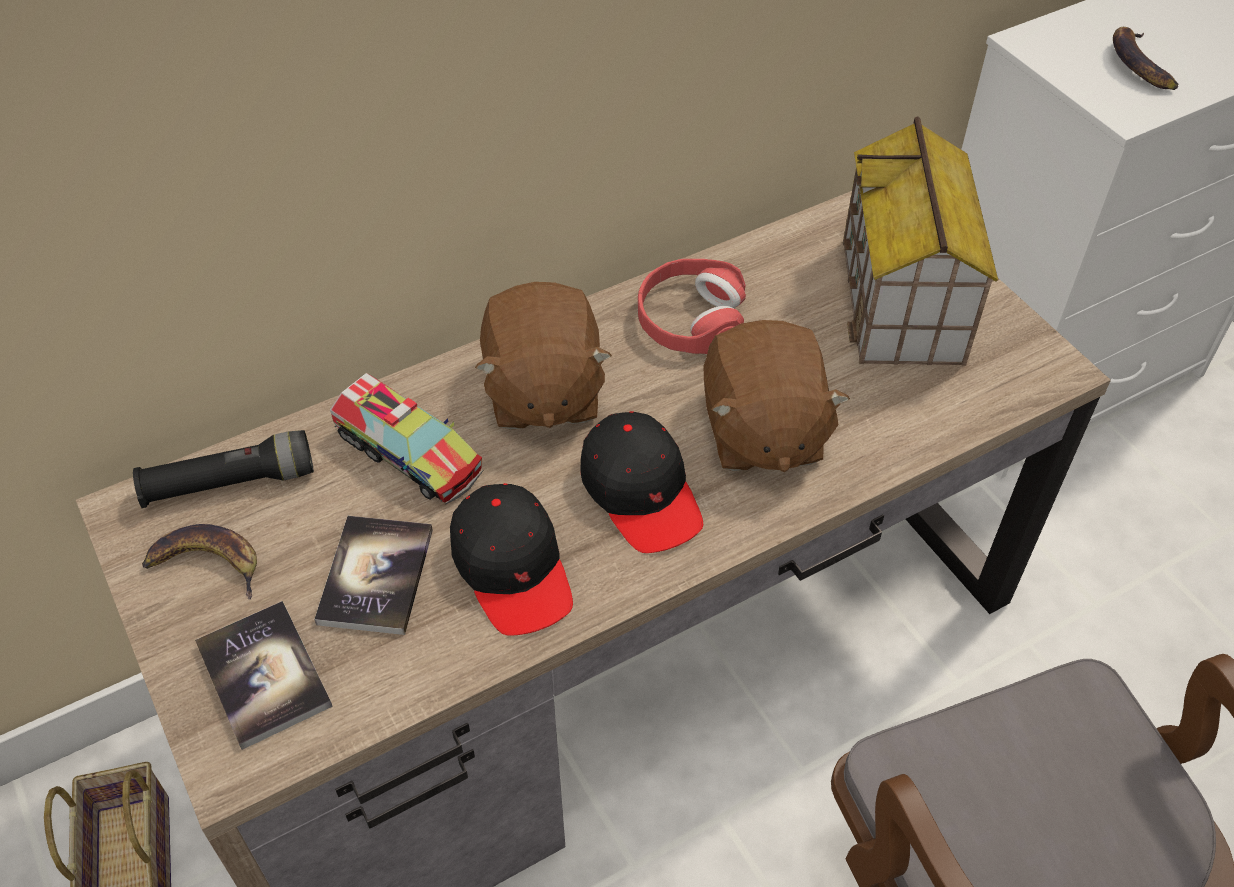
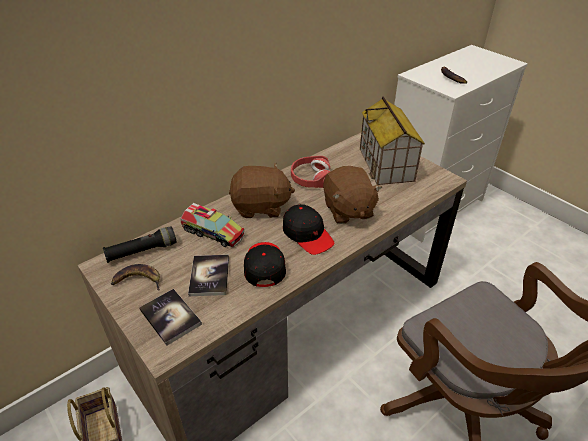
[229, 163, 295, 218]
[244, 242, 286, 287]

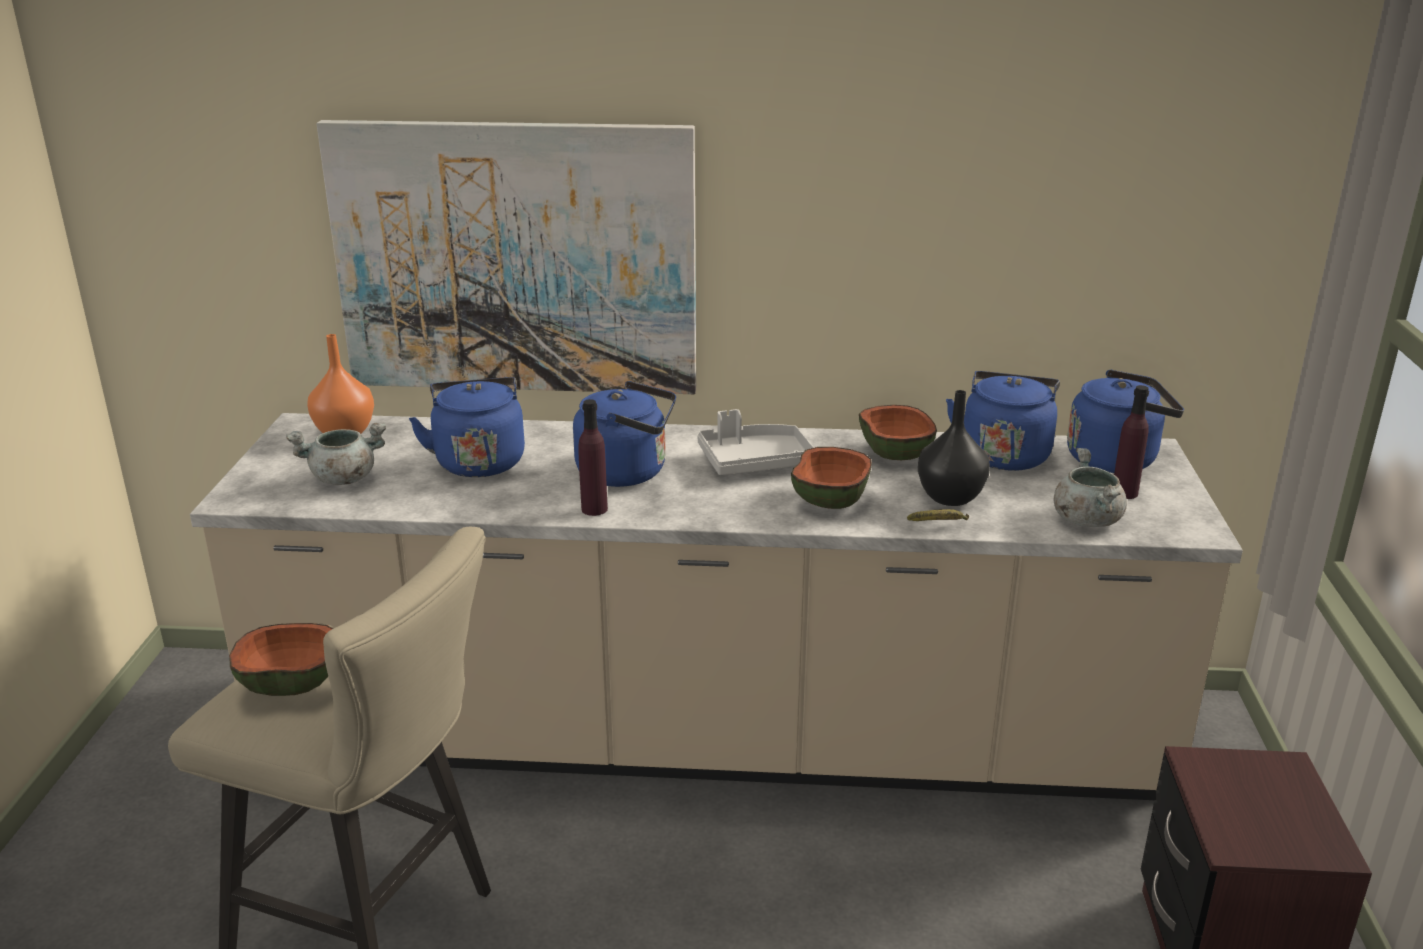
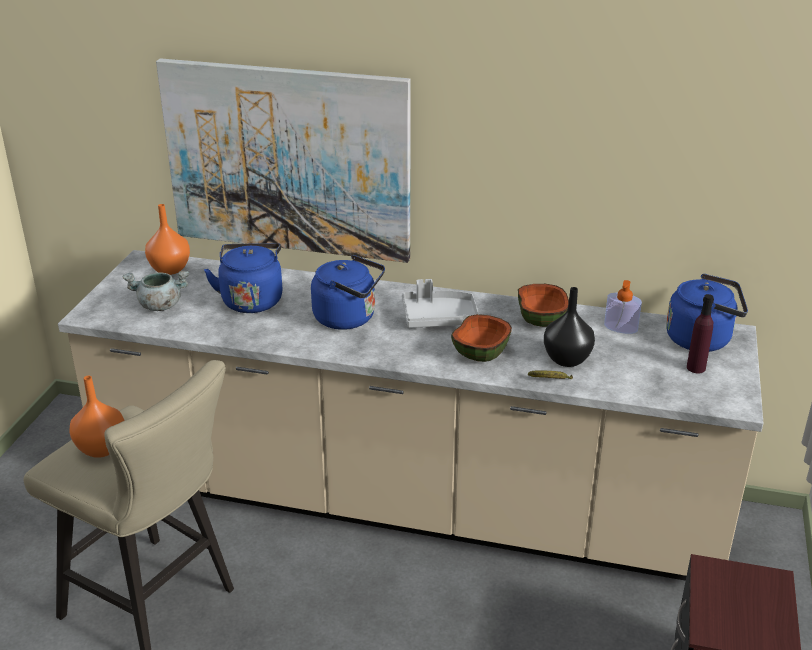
[70, 376, 125, 458]
[604, 280, 642, 334]
[578, 399, 608, 516] (first image)
[1054, 448, 1127, 527] (first image)

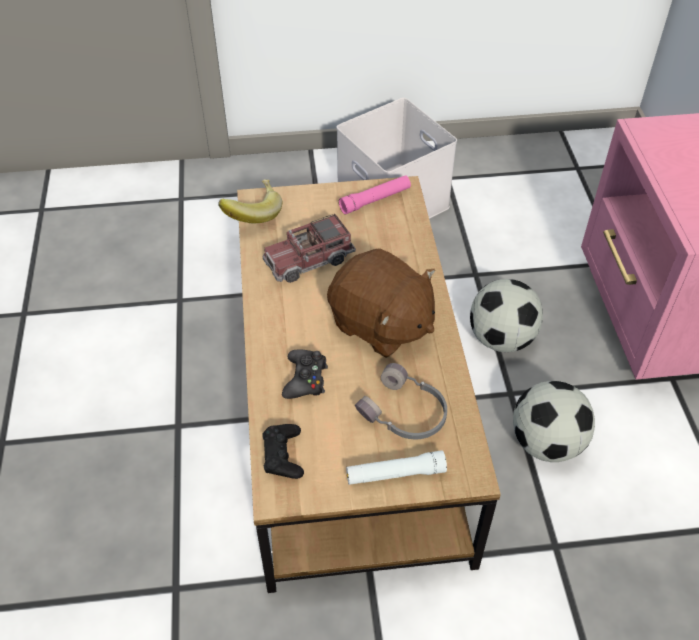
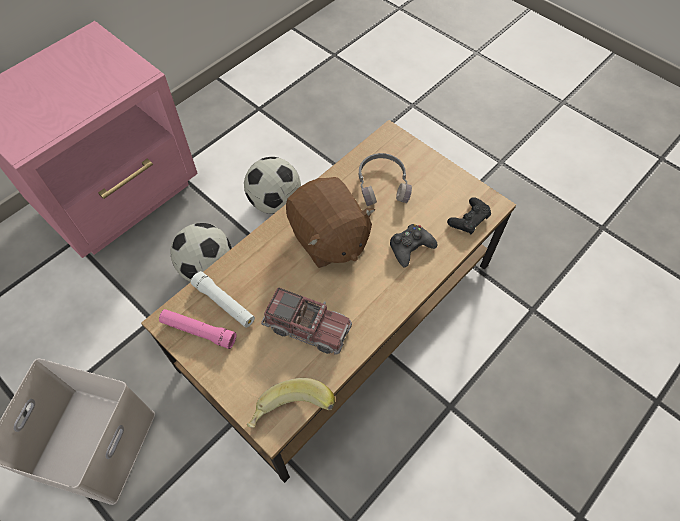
[191, 271, 255, 328]
[286, 177, 375, 268]

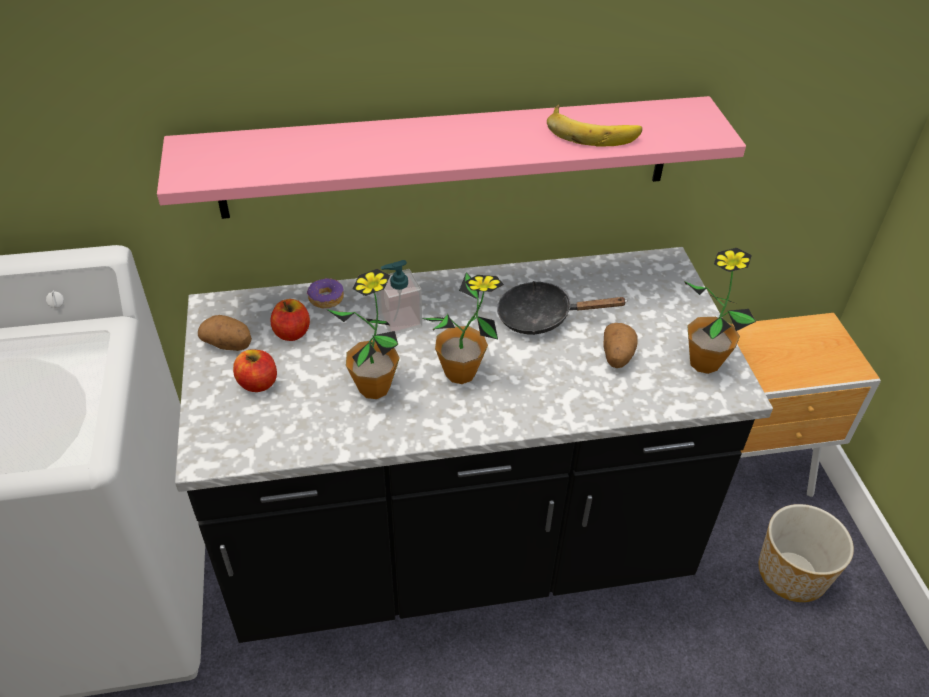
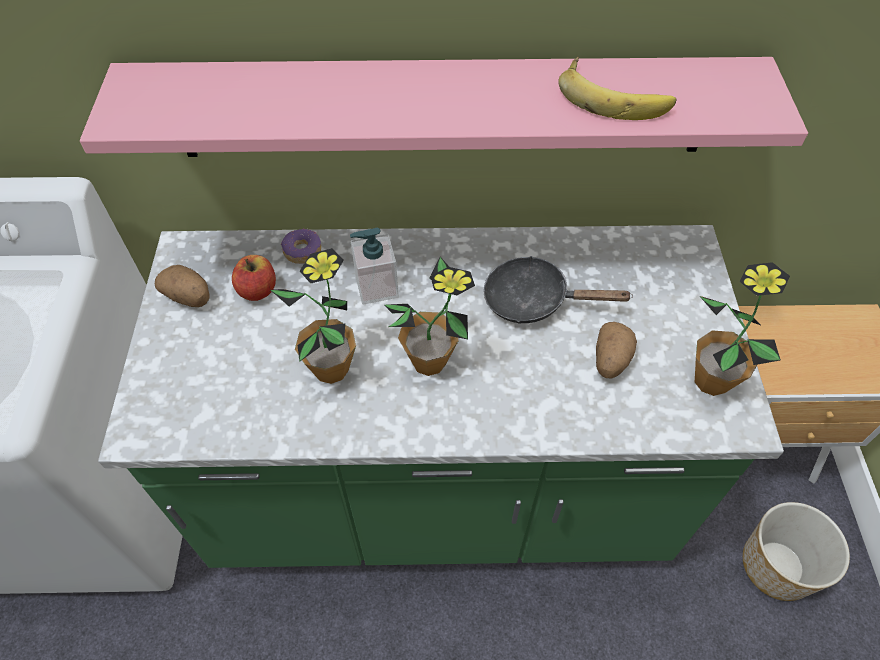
[98, 225, 784, 568]
[233, 349, 277, 392] (first image)

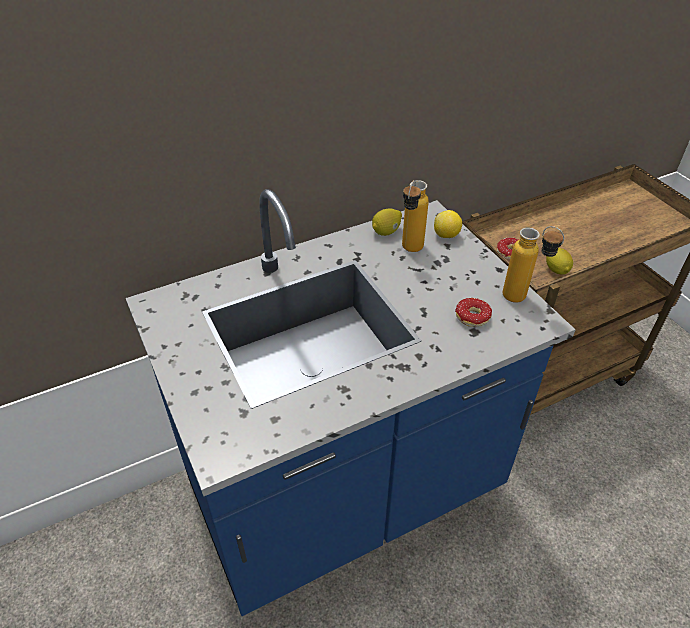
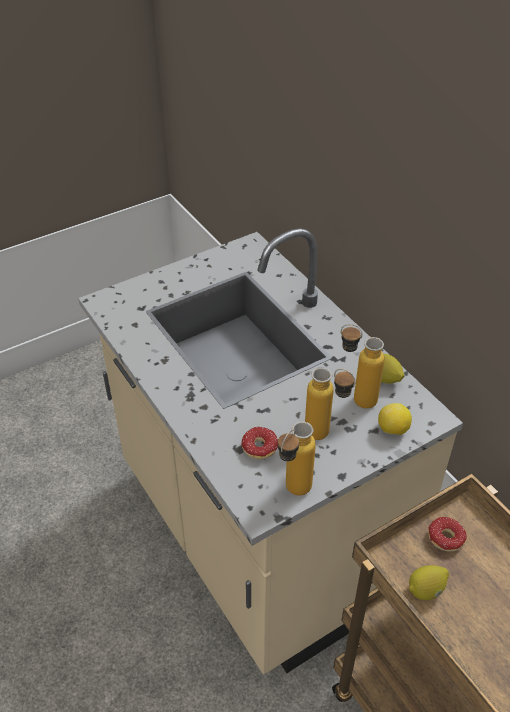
[78, 228, 463, 674]
[305, 368, 356, 440]

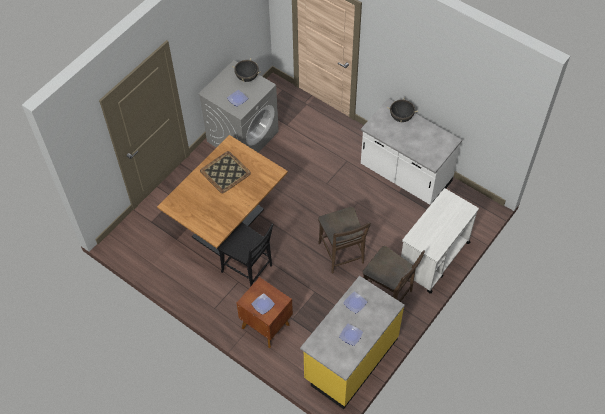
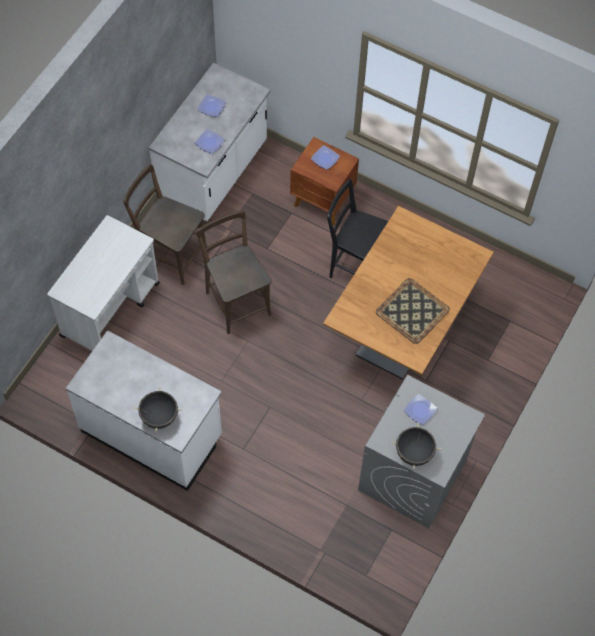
[149, 63, 271, 221]

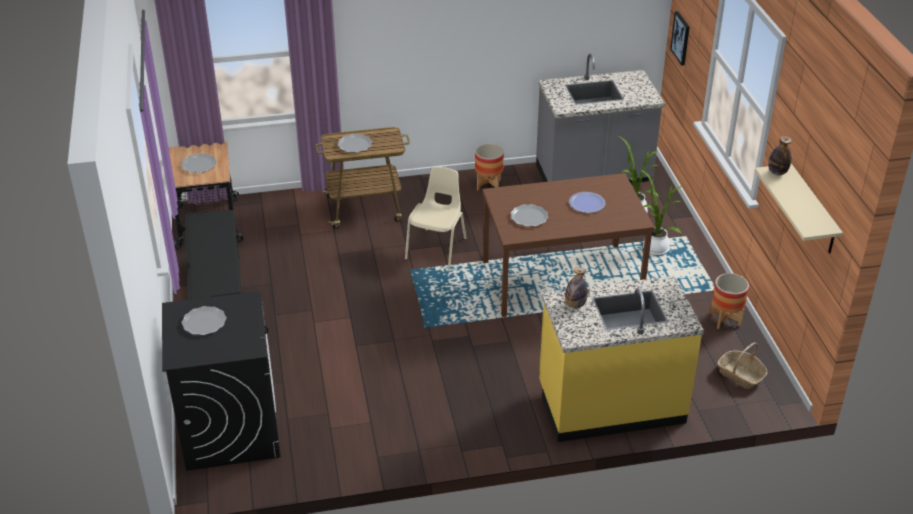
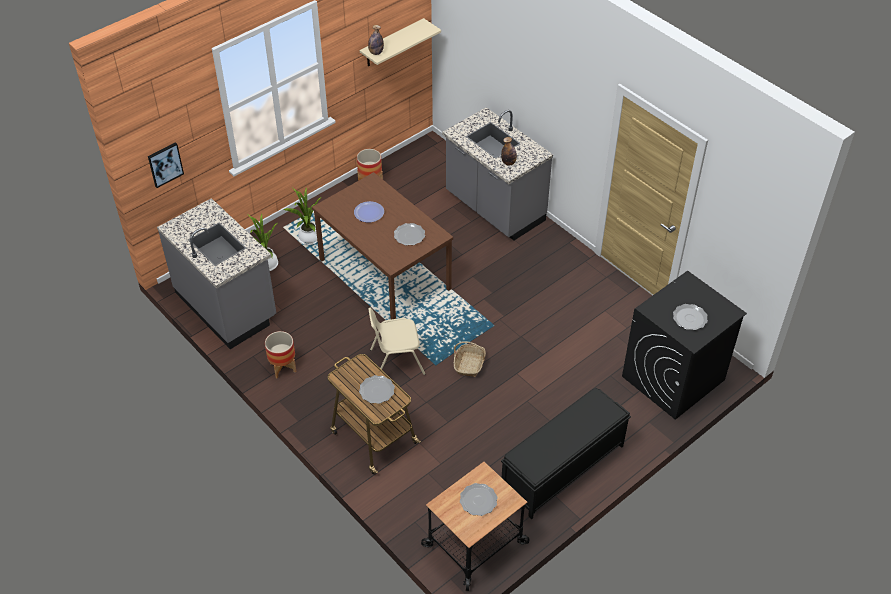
[442, 107, 553, 240]
[454, 341, 486, 377]

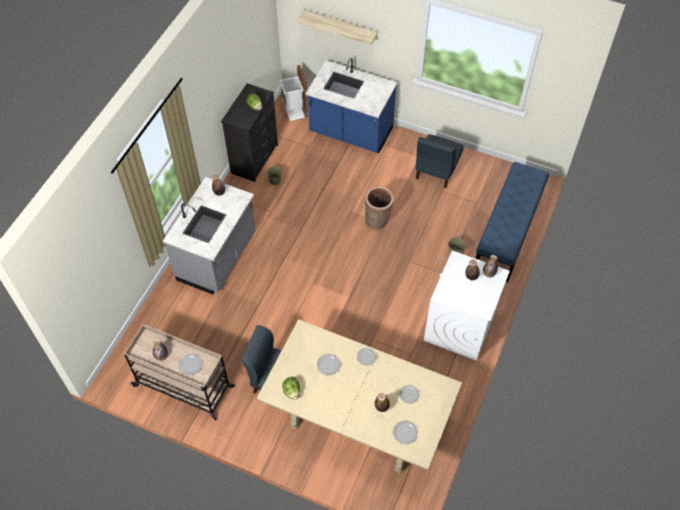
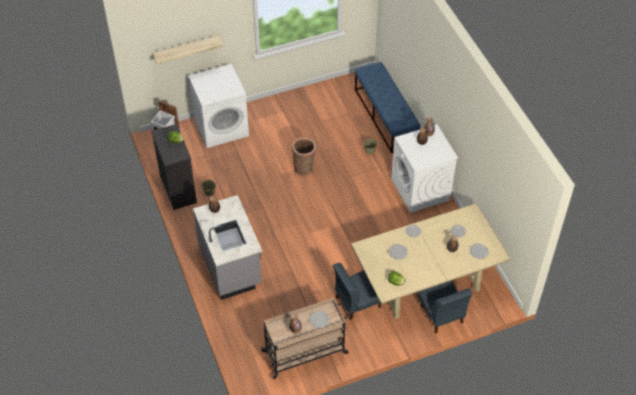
[188, 64, 249, 148]
[418, 281, 472, 334]

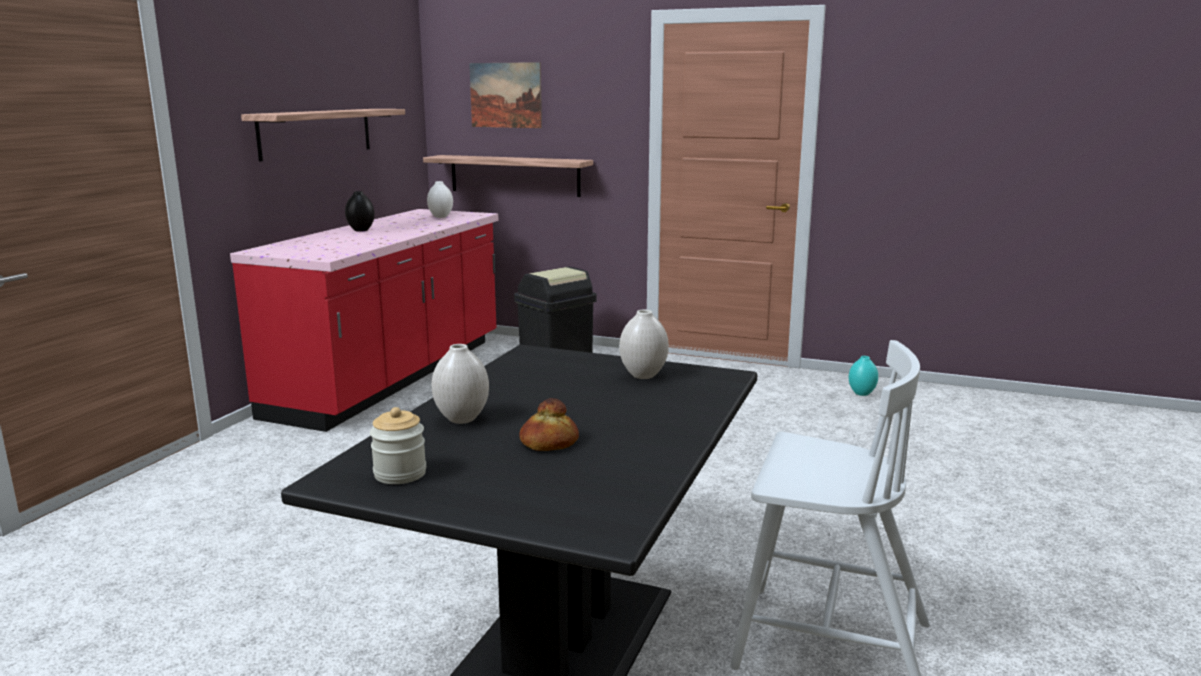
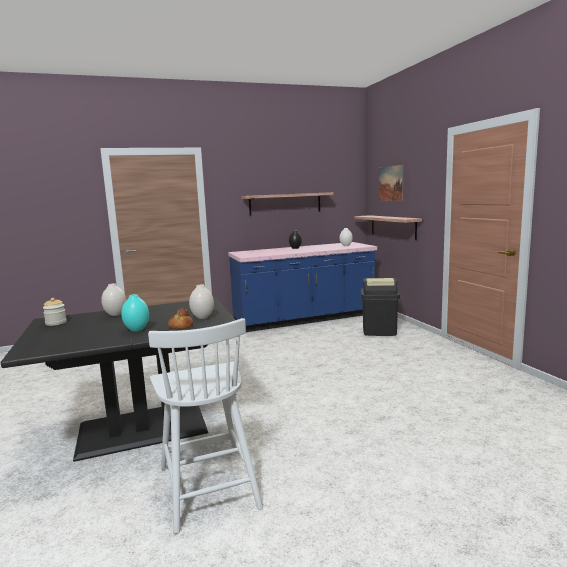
[121, 294, 149, 332]
[168, 308, 193, 329]
[228, 242, 377, 332]

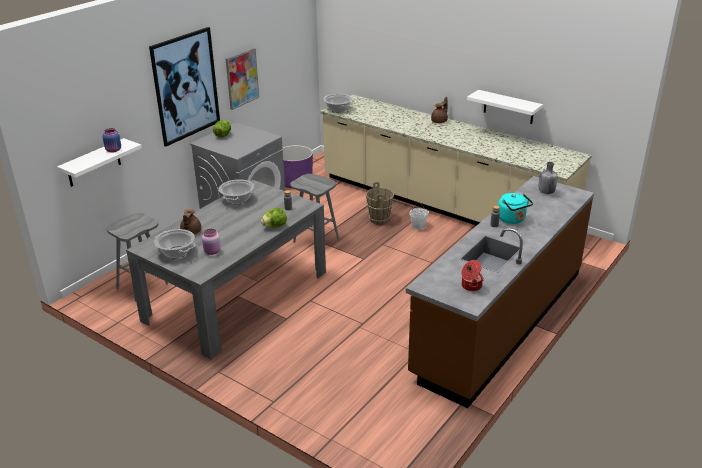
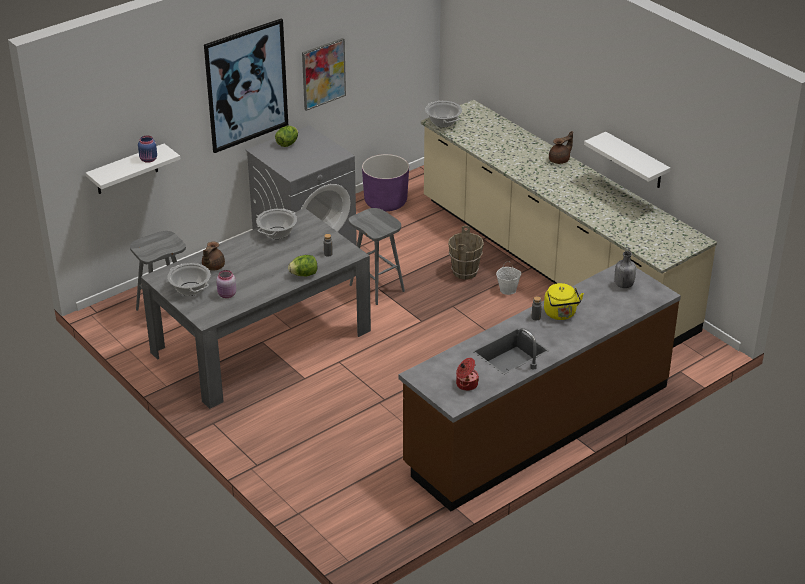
[544, 283, 584, 320]

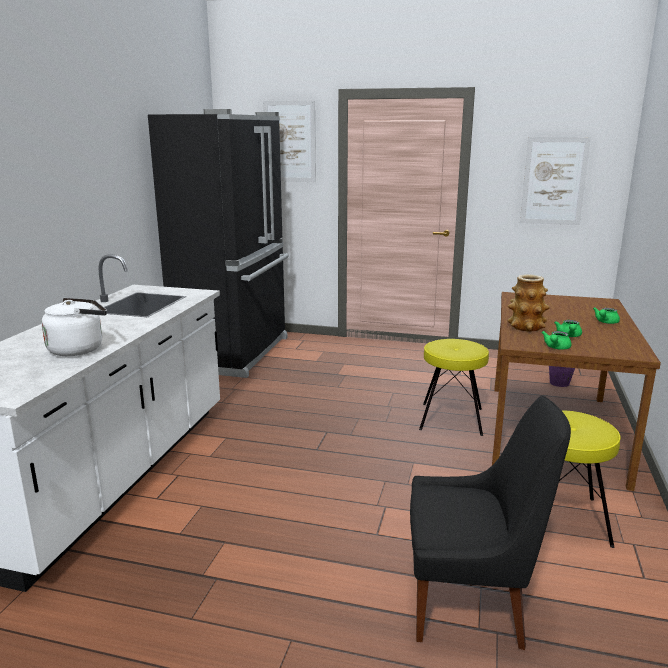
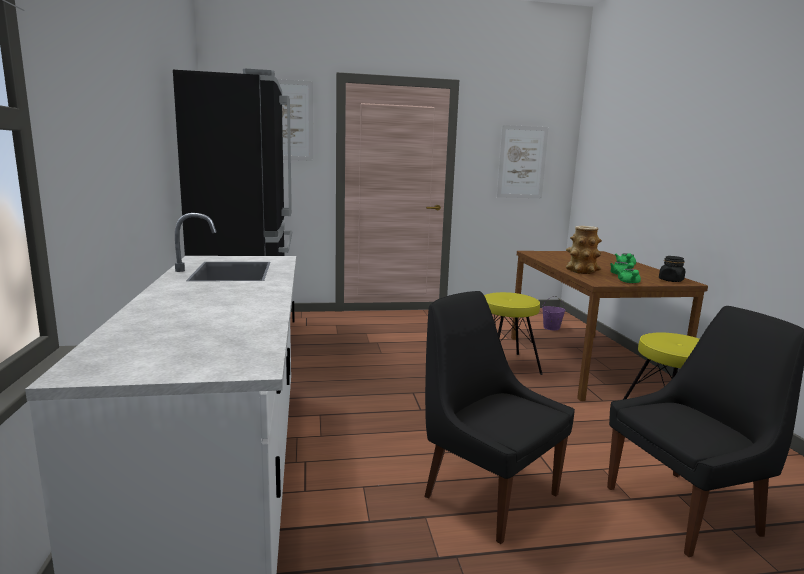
[424, 291, 575, 544]
[659, 256, 685, 282]
[41, 298, 107, 356] (first image)

